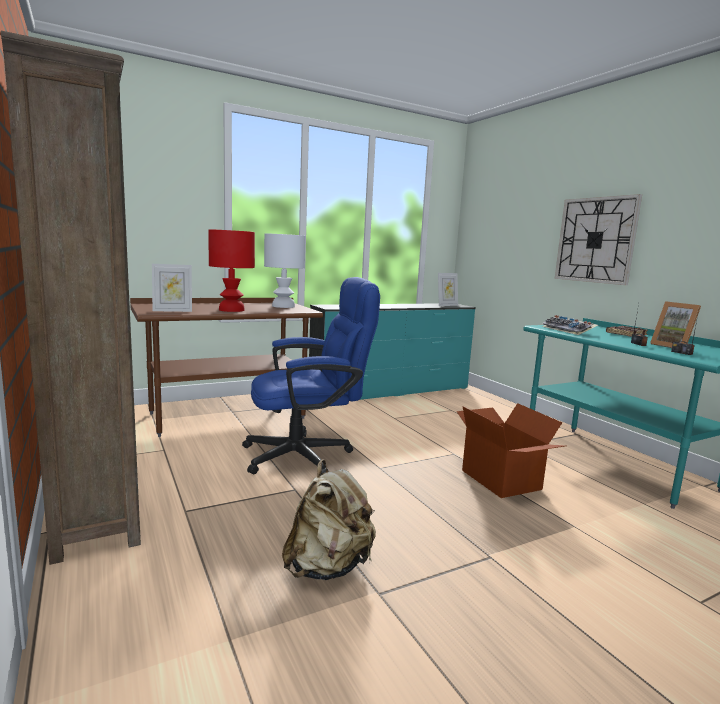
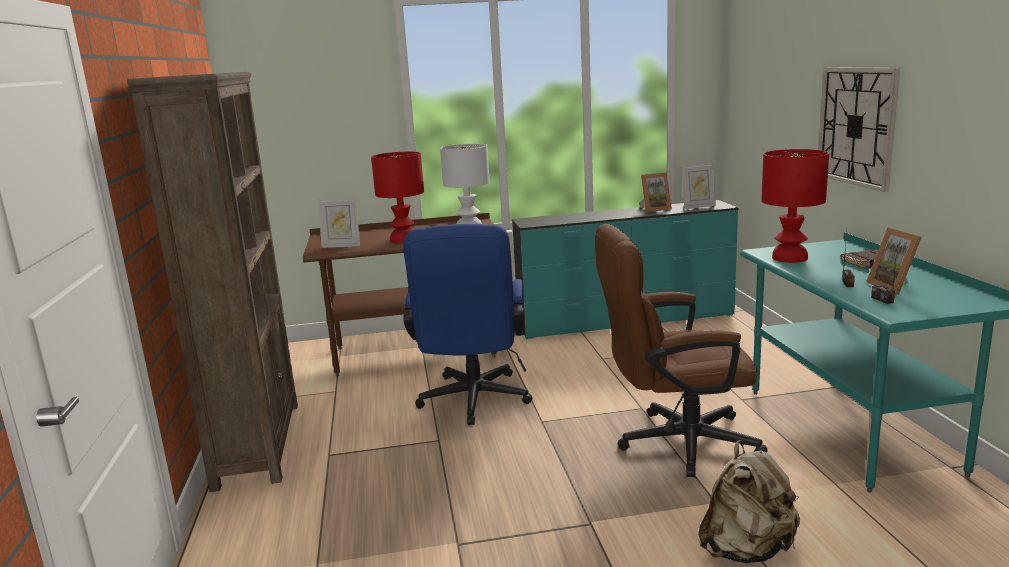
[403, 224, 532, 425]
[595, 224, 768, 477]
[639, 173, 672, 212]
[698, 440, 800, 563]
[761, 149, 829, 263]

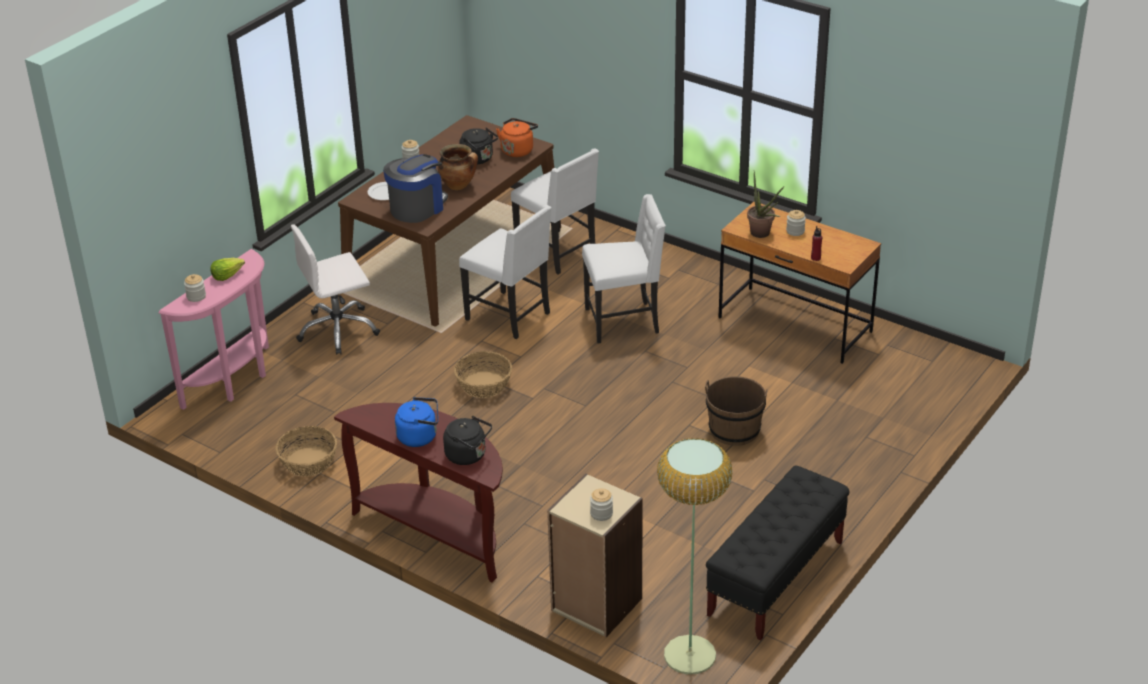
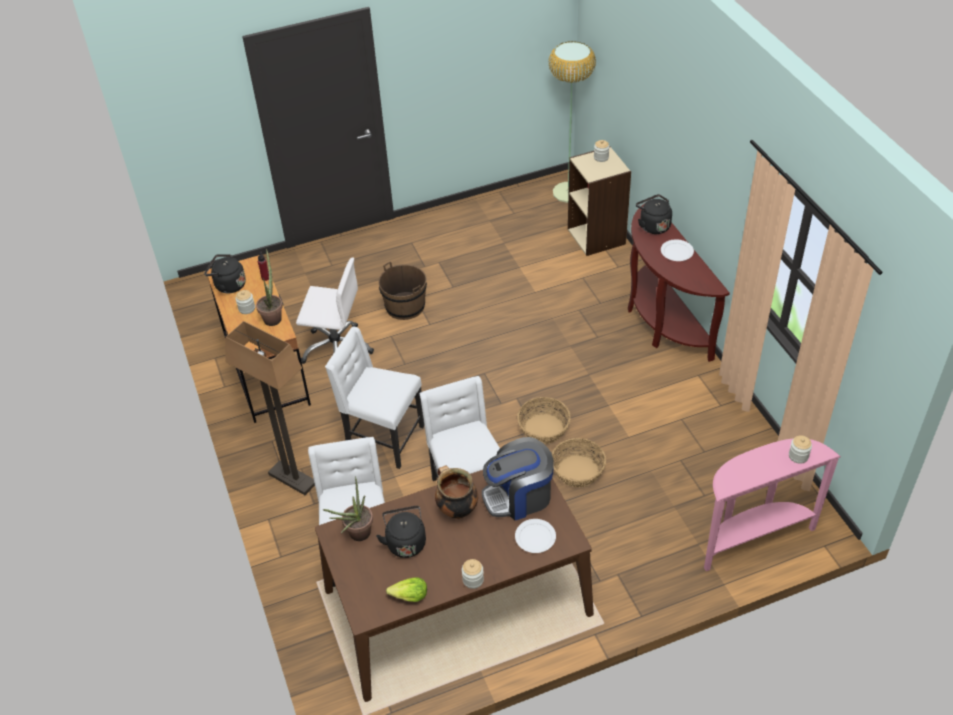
[204, 254, 246, 293]
[225, 321, 315, 495]
[296, 257, 374, 364]
[322, 476, 373, 541]
[386, 577, 427, 602]
[552, 438, 606, 487]
[661, 239, 694, 261]
[706, 465, 849, 640] (first image)

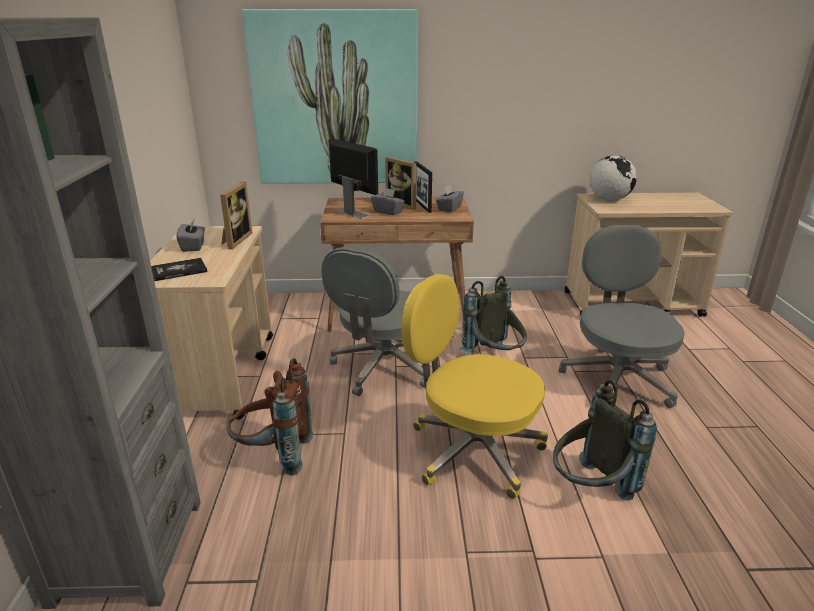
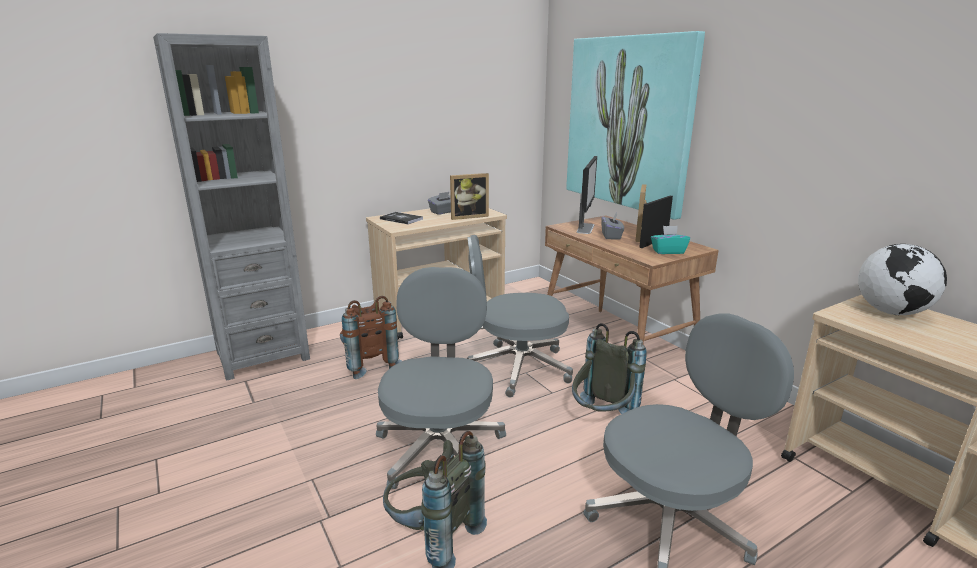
[376, 267, 506, 489]
[651, 226, 690, 254]

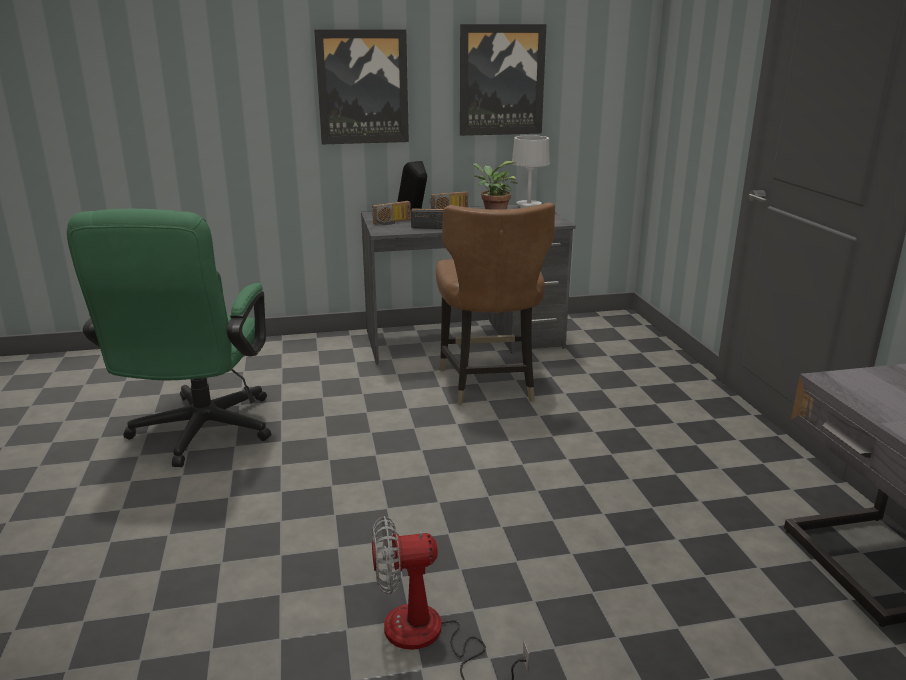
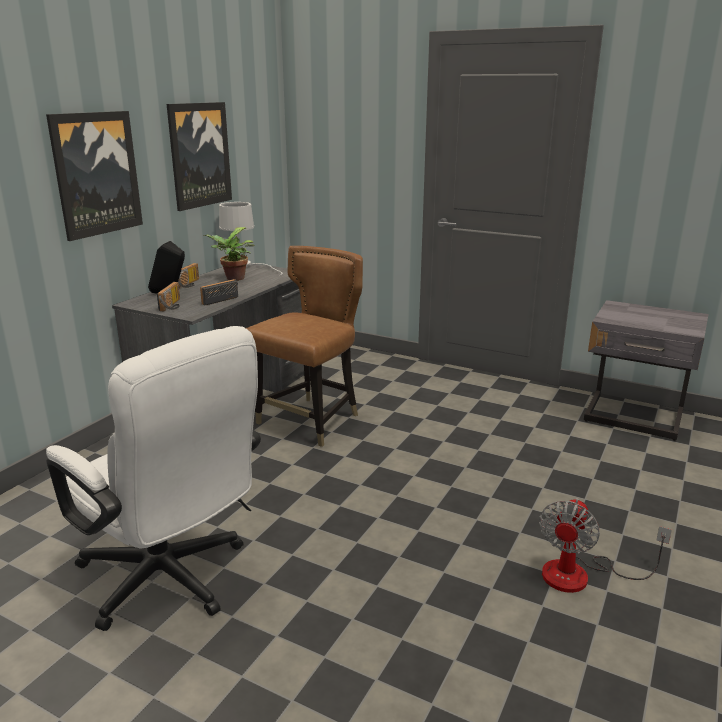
[46, 326, 261, 631]
[246, 246, 363, 447]

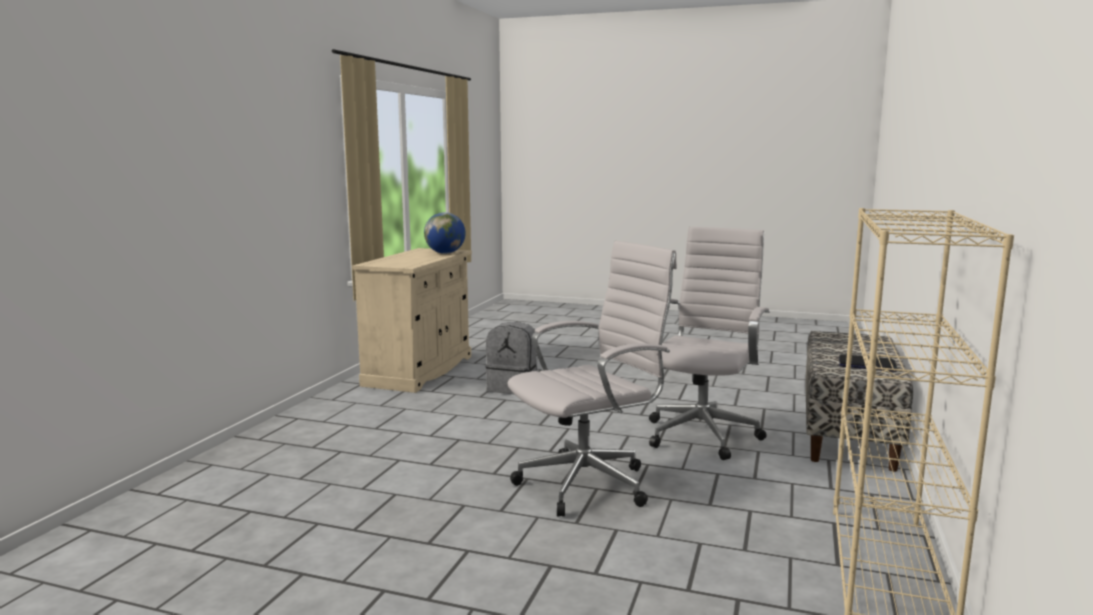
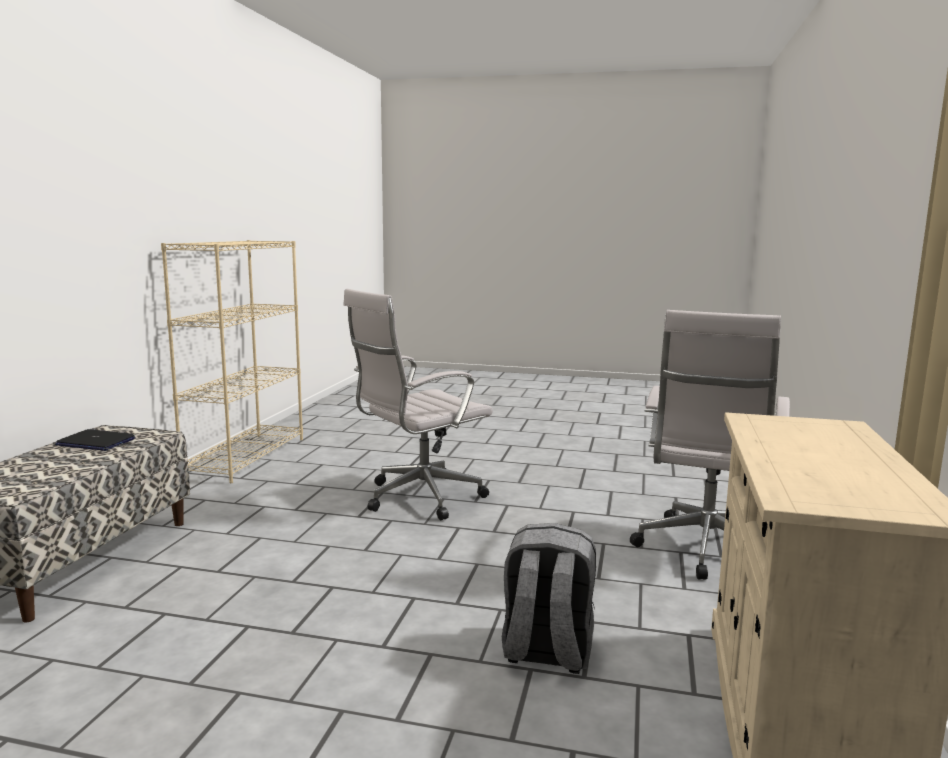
[630, 310, 790, 580]
[424, 212, 466, 254] (first image)

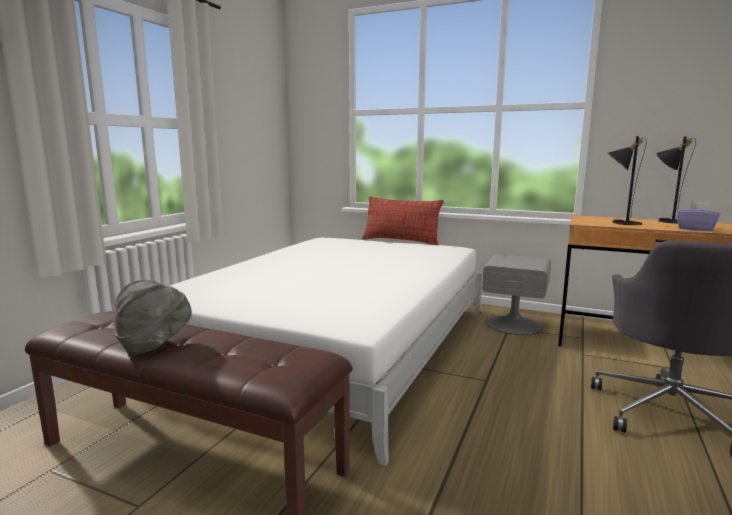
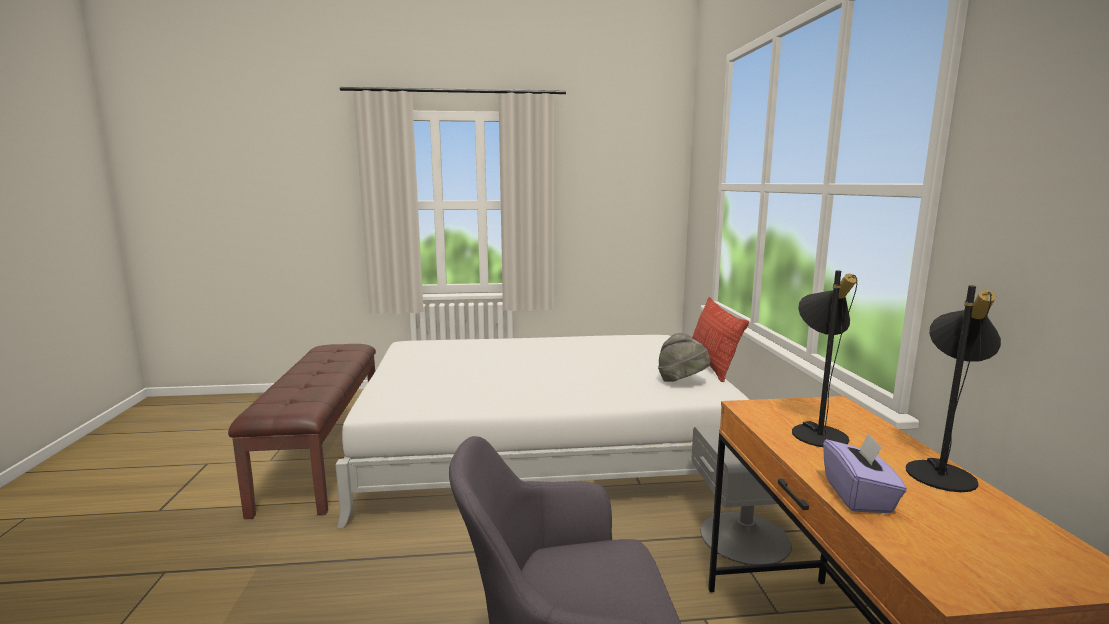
[658, 333, 711, 382]

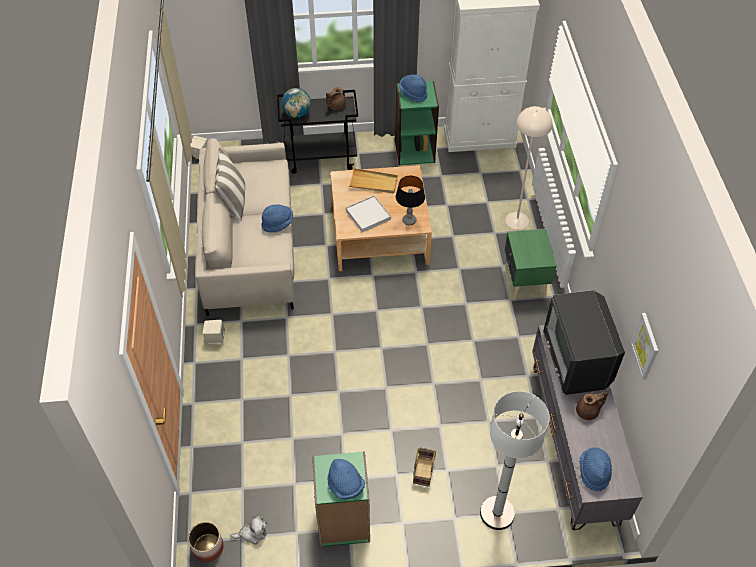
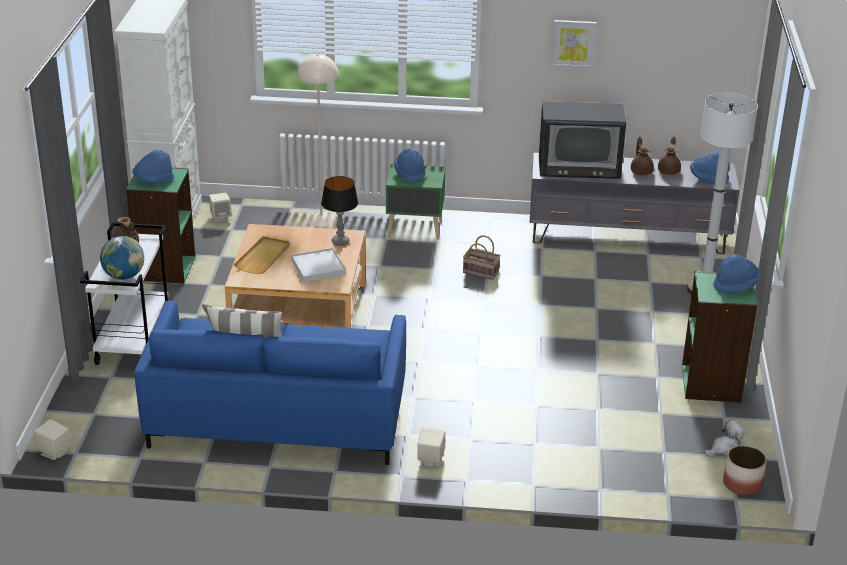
[80, 222, 168, 365]
[134, 301, 406, 465]
[209, 193, 232, 222]
[394, 149, 426, 183]
[463, 235, 500, 280]
[551, 20, 597, 69]
[658, 136, 681, 175]
[704, 419, 744, 457]

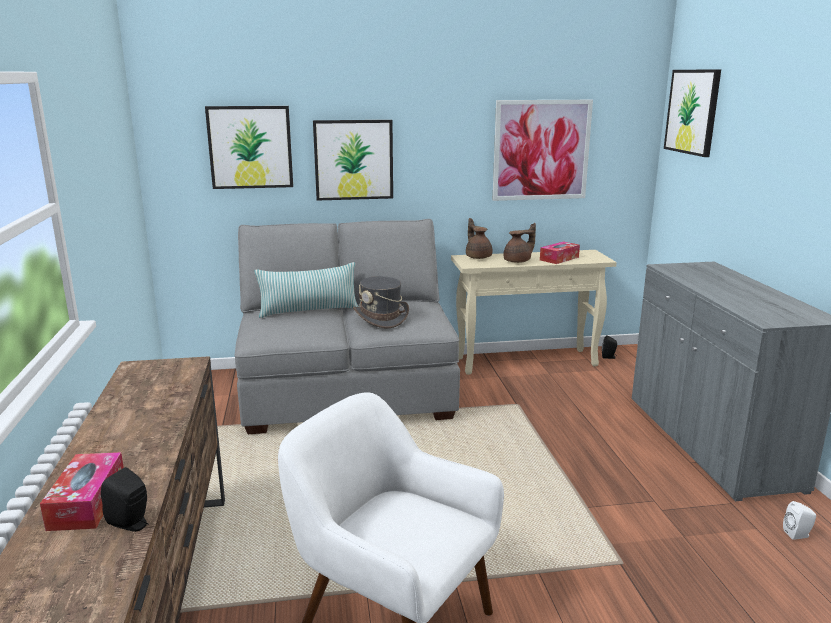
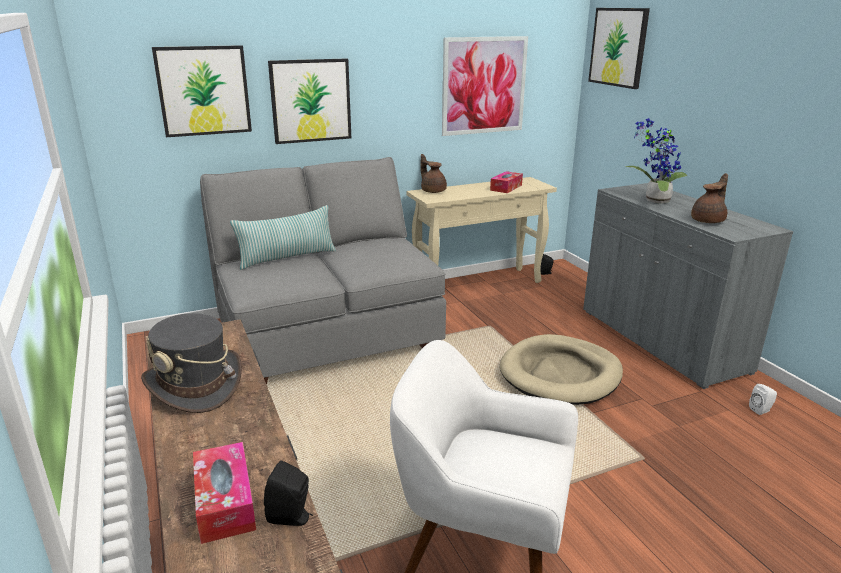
[141, 313, 242, 413]
[500, 334, 623, 405]
[625, 118, 688, 203]
[691, 173, 728, 223]

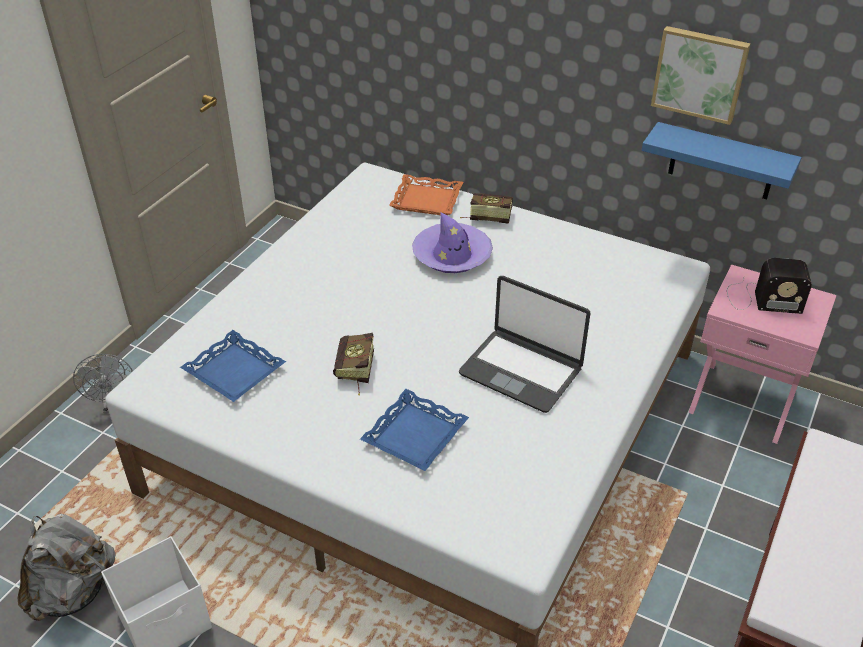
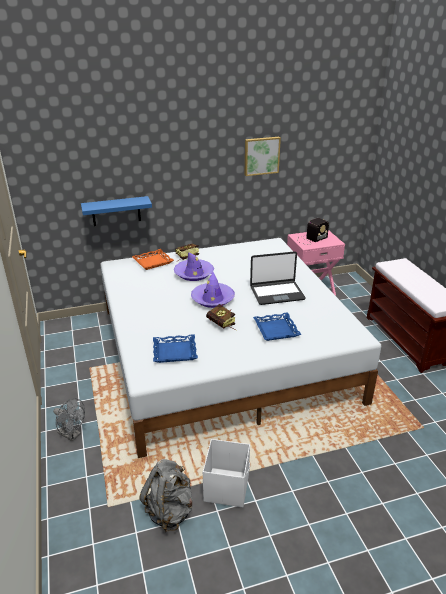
[81, 196, 152, 226]
[191, 272, 235, 308]

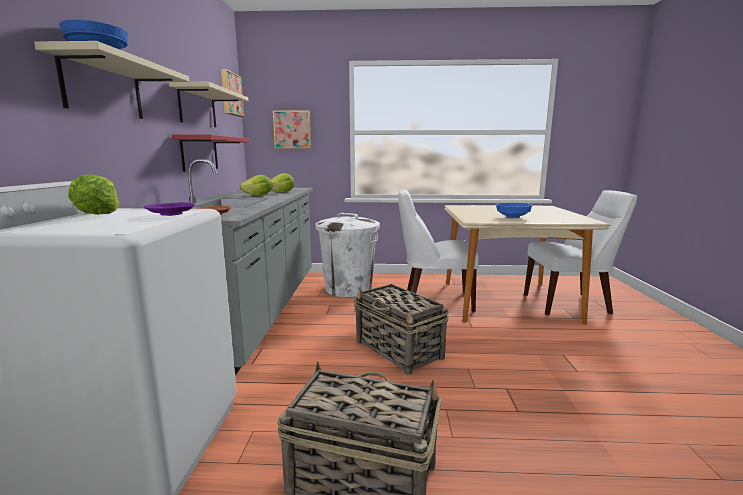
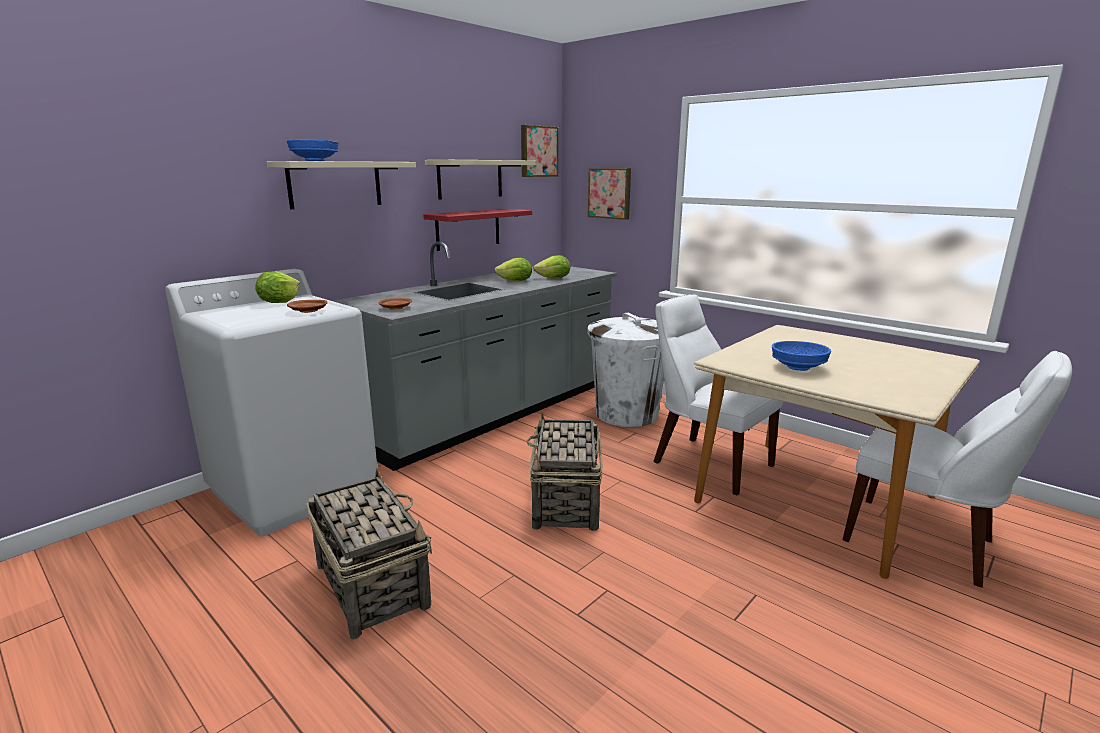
[287, 300, 328, 313]

